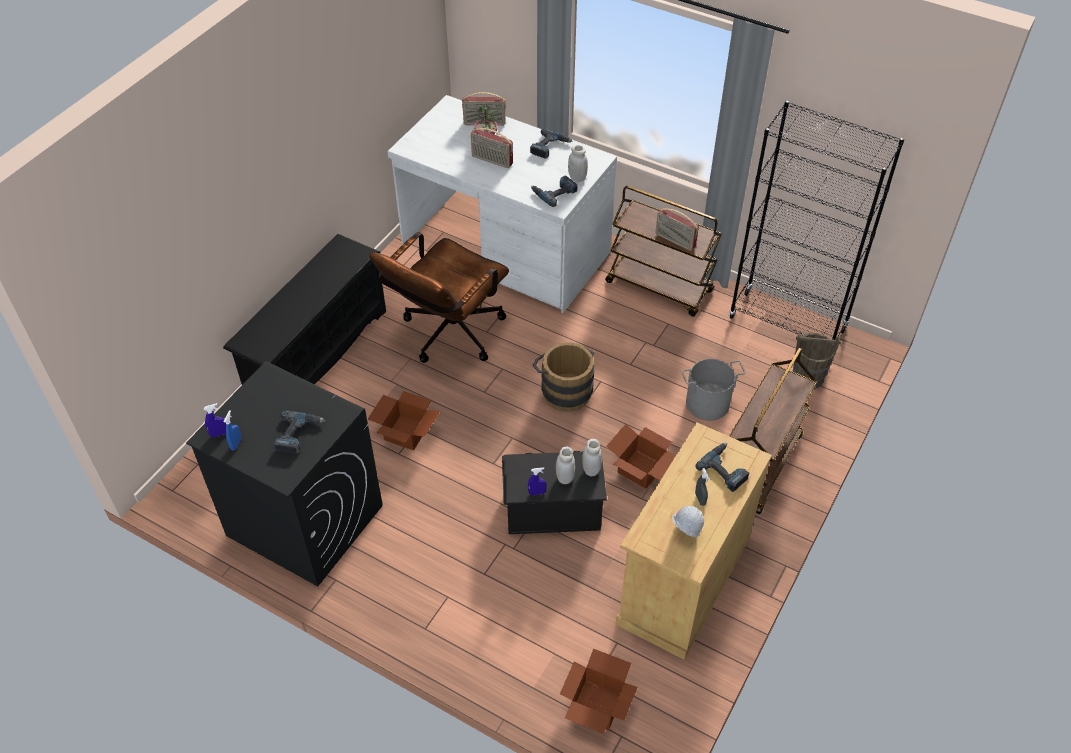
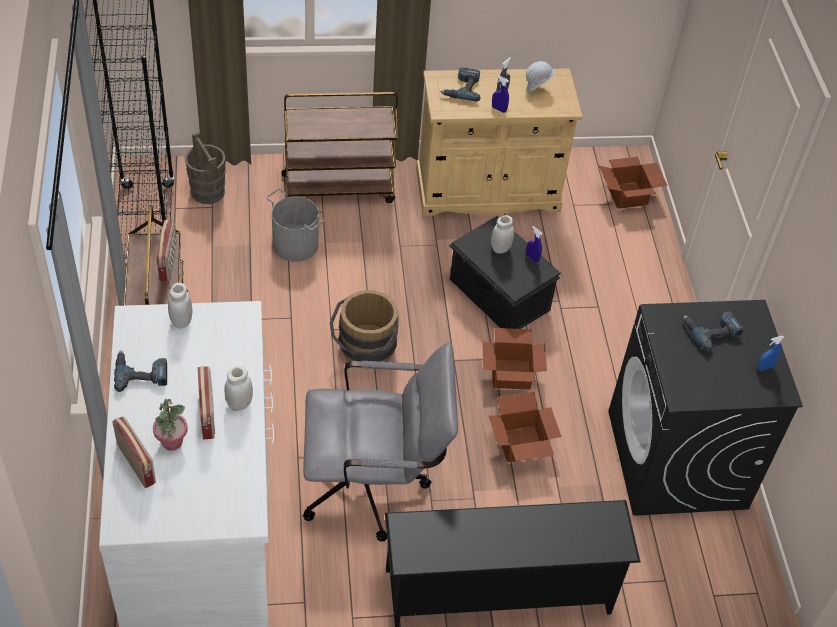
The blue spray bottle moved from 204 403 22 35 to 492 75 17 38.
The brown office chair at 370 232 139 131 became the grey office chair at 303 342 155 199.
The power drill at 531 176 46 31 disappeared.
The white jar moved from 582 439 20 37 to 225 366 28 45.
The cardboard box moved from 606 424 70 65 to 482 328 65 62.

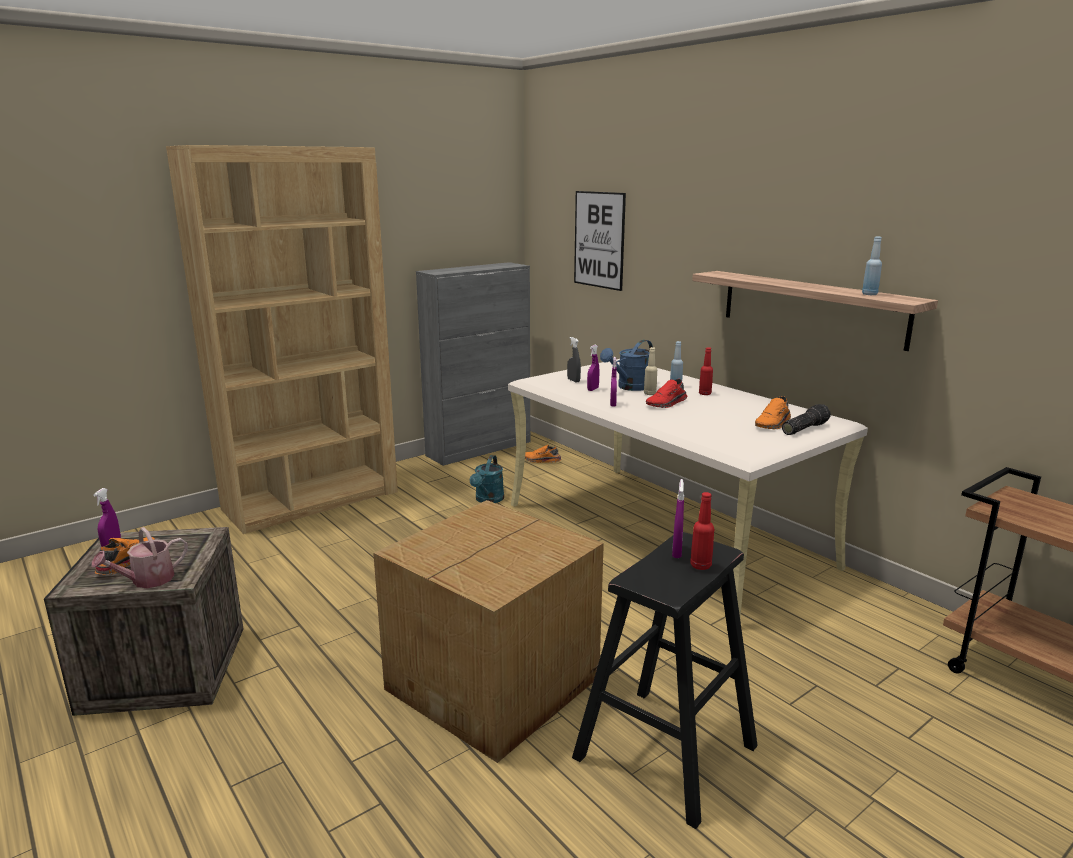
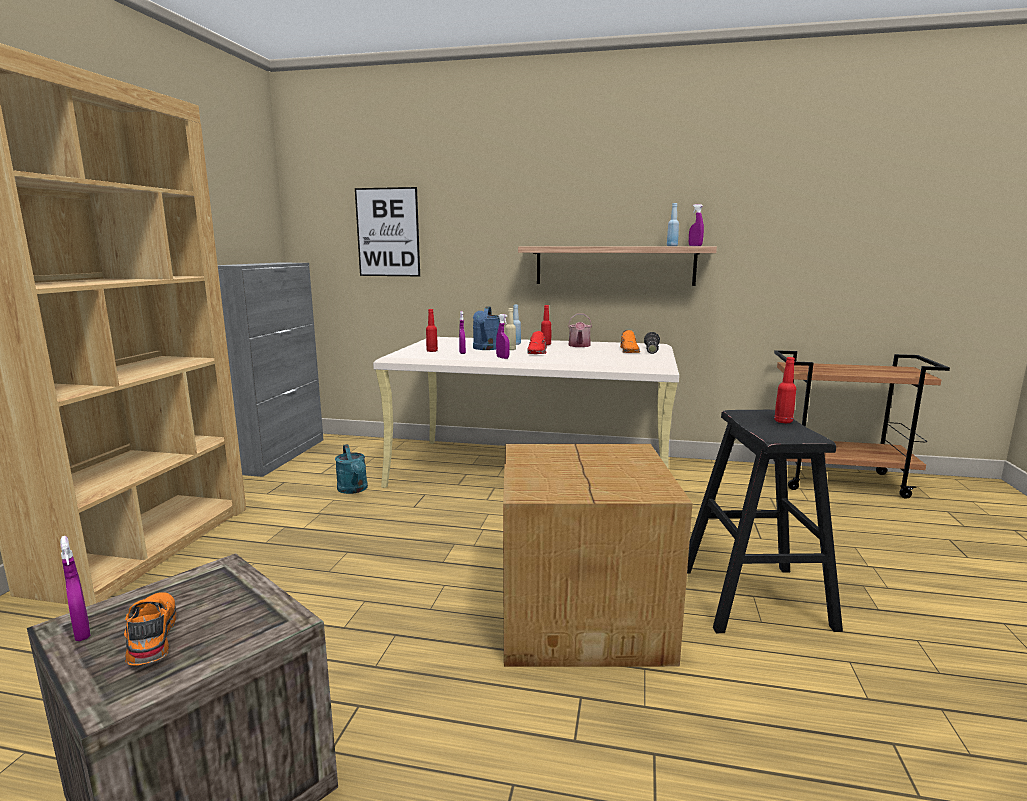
The watering can moved from 91 527 97 61 to 568 314 24 33.
The orange shoe at 525 445 37 18 disappeared.
The grey spray bottle at 567 337 14 46 was replaced by the red bottle at 426 309 12 43.
The purple spray bottle moved from 672 479 12 79 to 689 204 15 42.

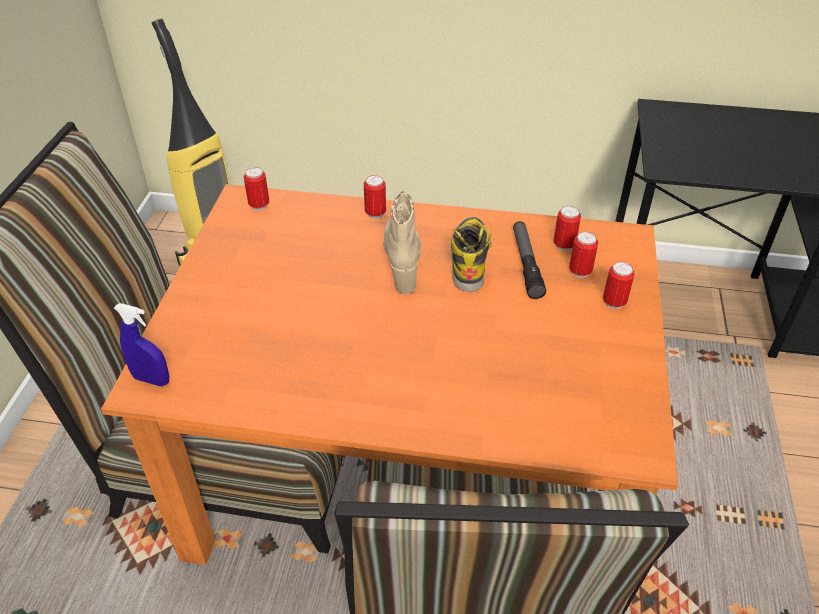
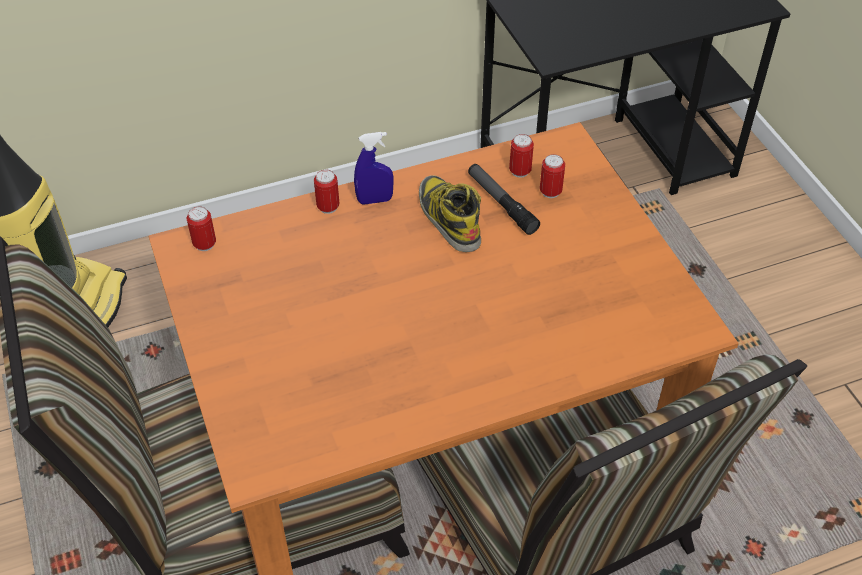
The blue spray bottle moved from 114 303 55 83 to 354 132 40 73.
The beige boot at 383 191 38 104 disappeared.
The can at 603 262 32 47 disappeared.

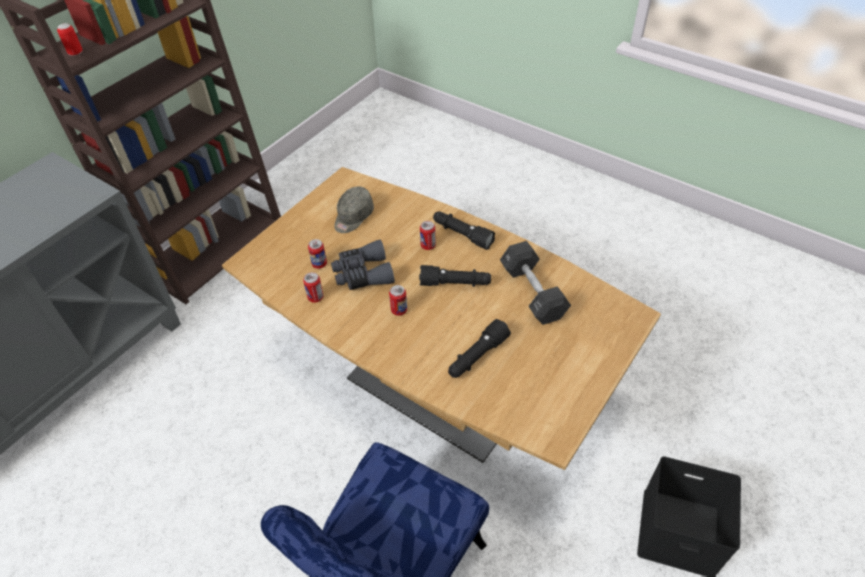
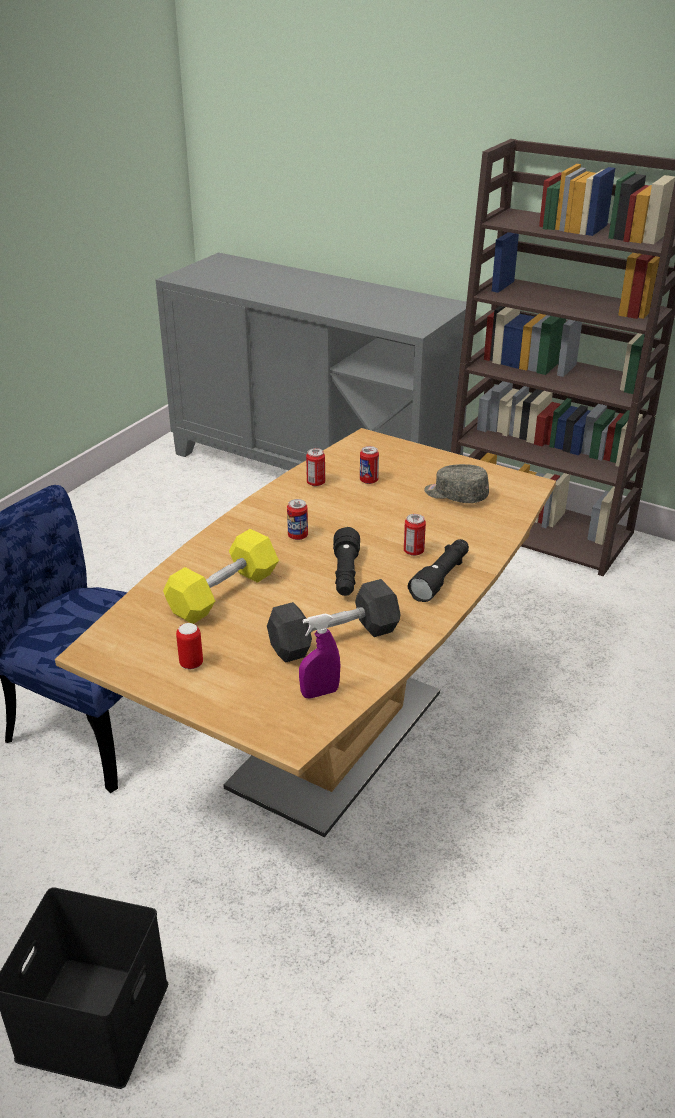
The can moved from 57 23 26 33 to 176 623 27 46.
The grey binoculars at 331 240 64 50 disappeared.
The black flashlight at 448 319 63 59 was replaced by the yellow dumbbell at 163 529 116 95.
The purple spray bottle at 299 613 41 86 appeared.

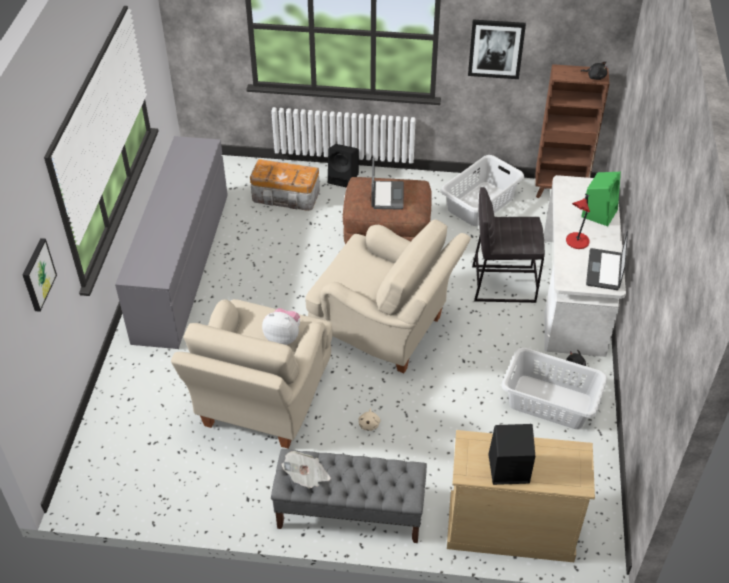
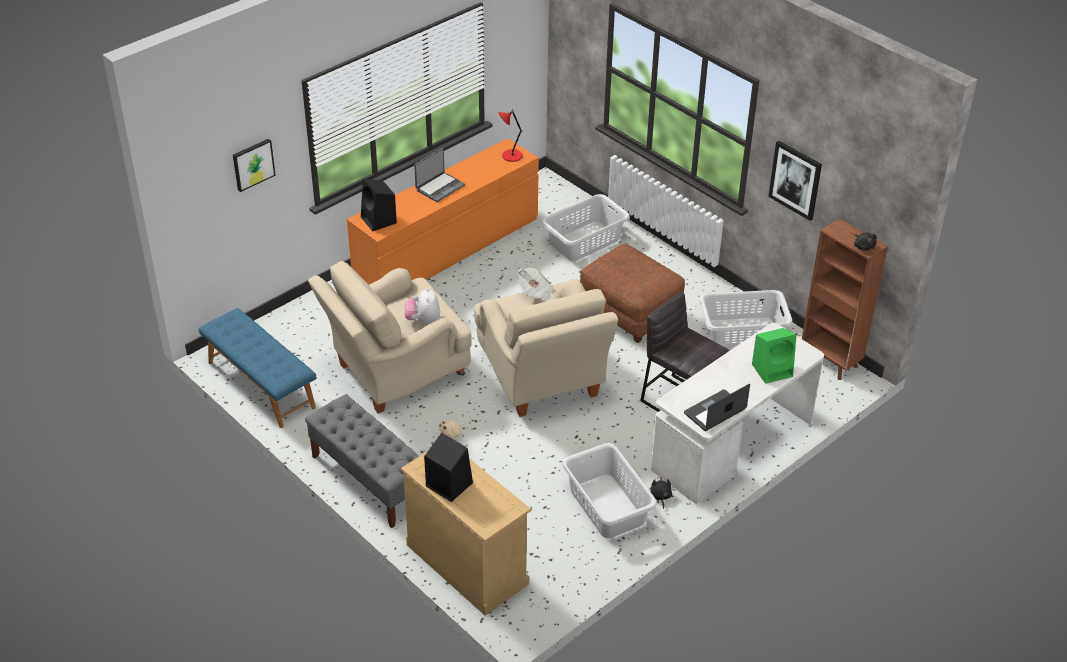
The grey dresser at 115 136 113 213 became the orange dresser at 347 138 192 147.
The storage box at 250 159 70 52 was replaced by the grey laundry basket at 541 194 89 67.
The plush toy at 262 308 38 37 turned 150 degrees counterclockwise.
The newspaper moved from 282 451 49 37 to 518 268 35 33.
The black speaker moved from 328 144 31 44 to 361 179 36 52.
The laptop moved from 371 158 33 52 to 414 148 51 54.
The red table lamp moved from 566 194 24 55 to 498 110 25 52.
The blue bench at 199 308 117 120 appeared.

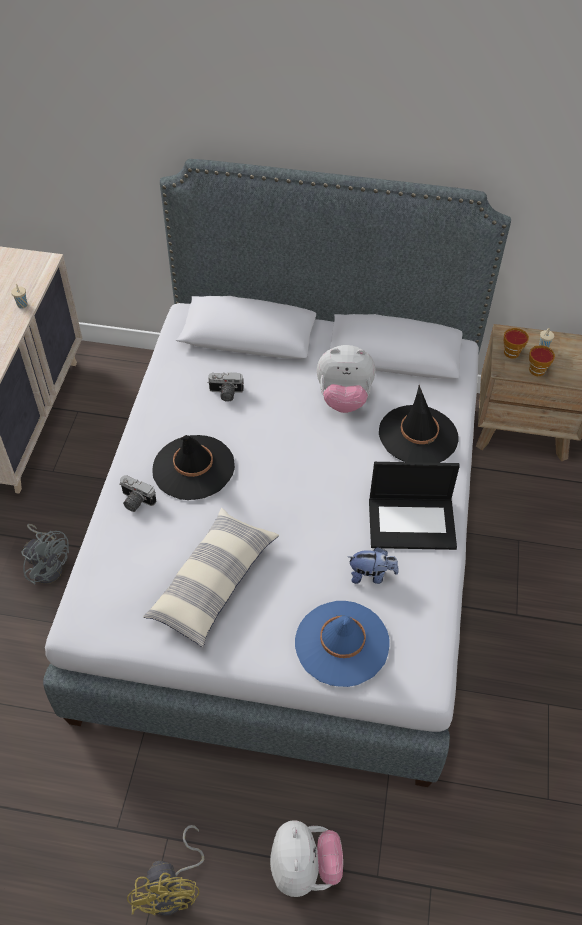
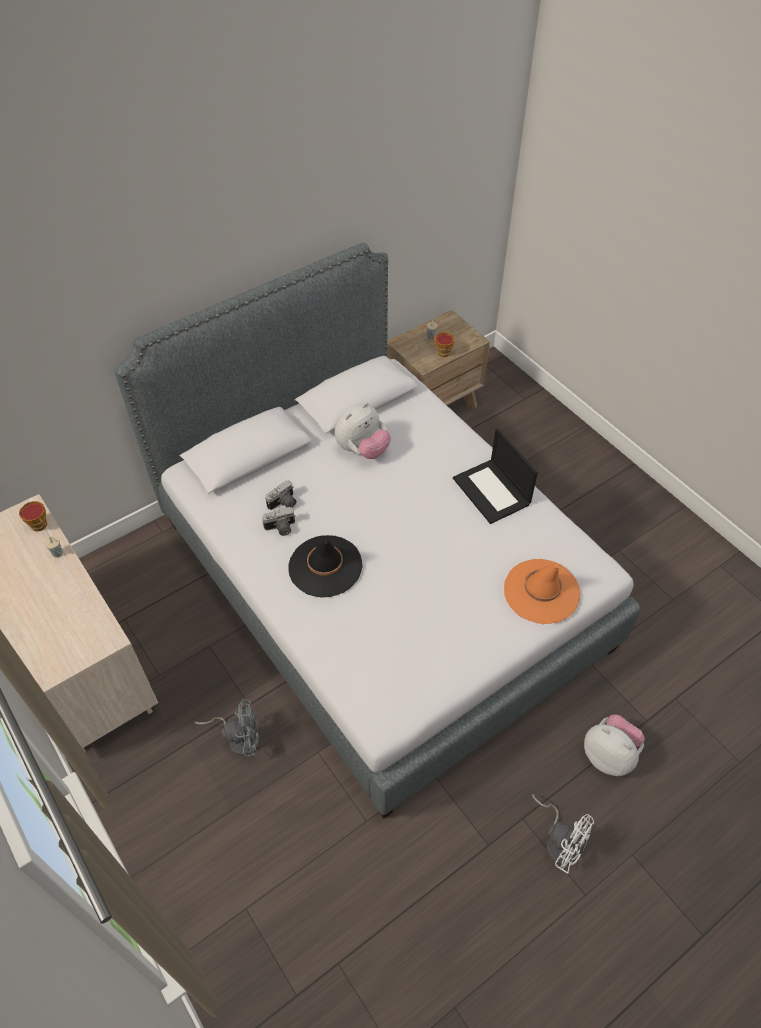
The photo camera moved from 119 475 37 37 to 262 507 33 29.
The yellow fan at 127 825 77 91 became the white fan at 532 794 62 80.
The pillow at 143 508 136 139 disappeared.
The blue hat at 295 601 94 86 became the orange hat at 504 559 76 65.
The plush toy at 348 547 51 37 disappeared.
The laptop at 369 462 91 88 turned 105 degrees clockwise.
The black hat at 379 385 80 78 disappeared.
The cup moved from 504 328 25 31 to 19 501 28 30.

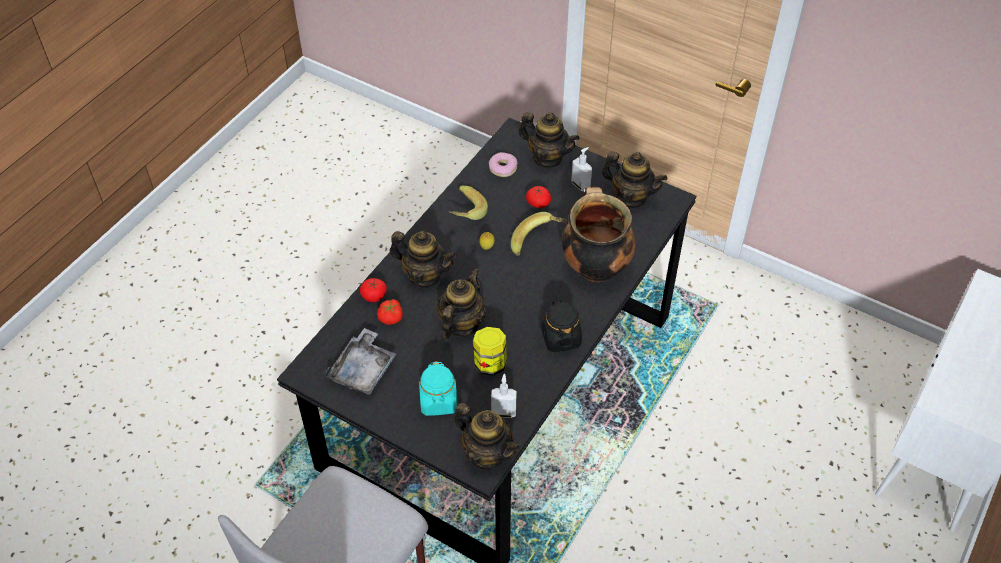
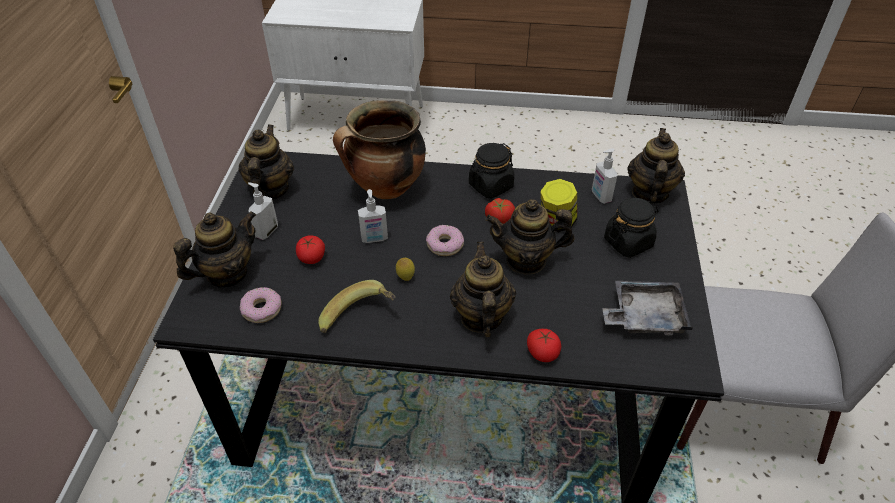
The tomato moved from 377 299 26 26 to 485 198 30 26.
The turquoise jar at 419 362 39 54 became the black jar at 604 198 54 60.
The banana at 511 212 56 44 was replaced by the soap dispenser at 358 189 30 54.
The teapot at 518 112 61 56 turned 45 degrees clockwise.
The donut at 426 225 38 31 appeared.

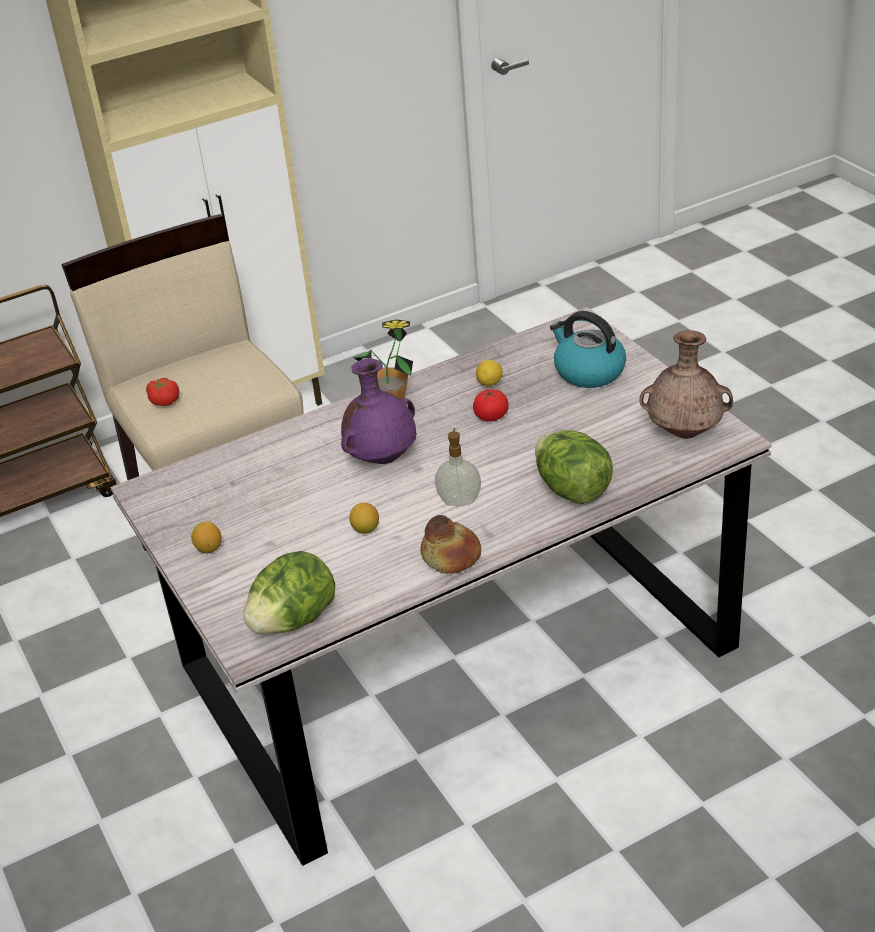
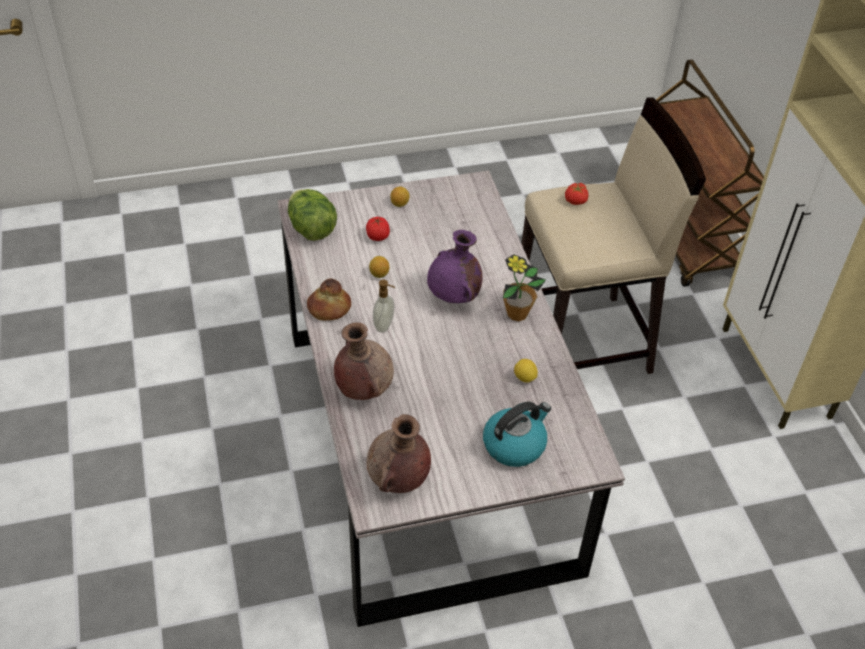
The tomato moved from 473 389 36 33 to 366 216 24 25.
The lettuce at 535 430 78 74 was replaced by the brown vase at 334 322 60 78.

